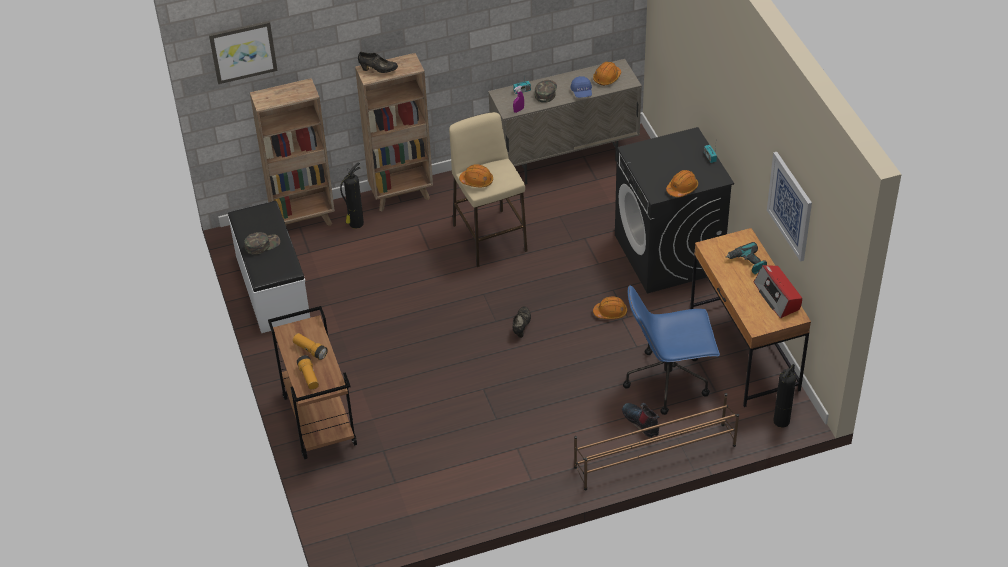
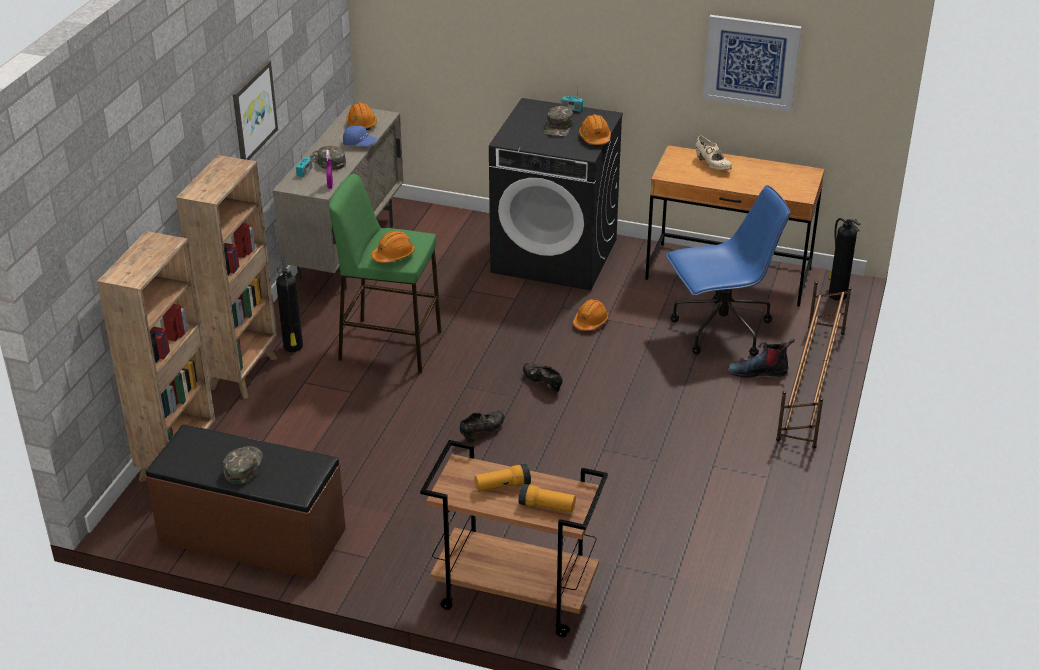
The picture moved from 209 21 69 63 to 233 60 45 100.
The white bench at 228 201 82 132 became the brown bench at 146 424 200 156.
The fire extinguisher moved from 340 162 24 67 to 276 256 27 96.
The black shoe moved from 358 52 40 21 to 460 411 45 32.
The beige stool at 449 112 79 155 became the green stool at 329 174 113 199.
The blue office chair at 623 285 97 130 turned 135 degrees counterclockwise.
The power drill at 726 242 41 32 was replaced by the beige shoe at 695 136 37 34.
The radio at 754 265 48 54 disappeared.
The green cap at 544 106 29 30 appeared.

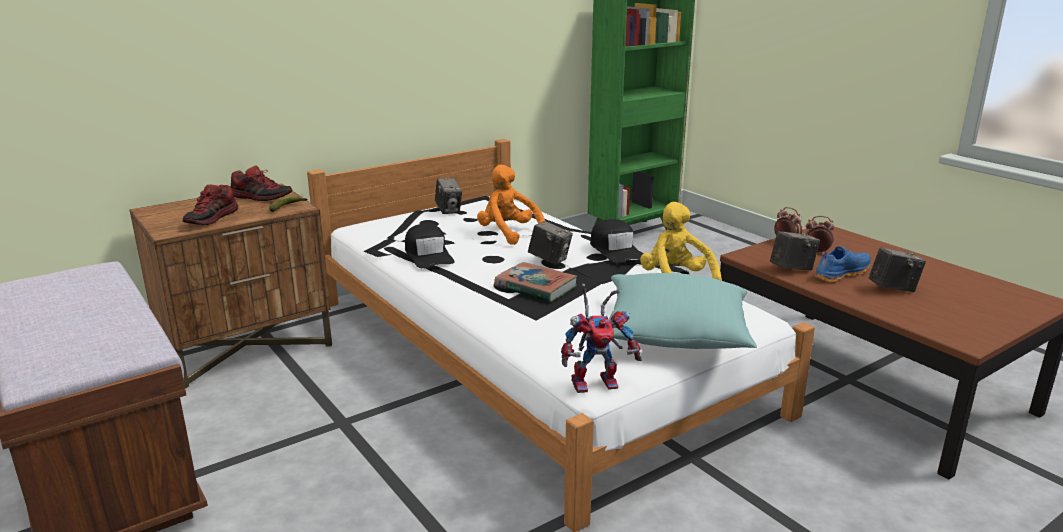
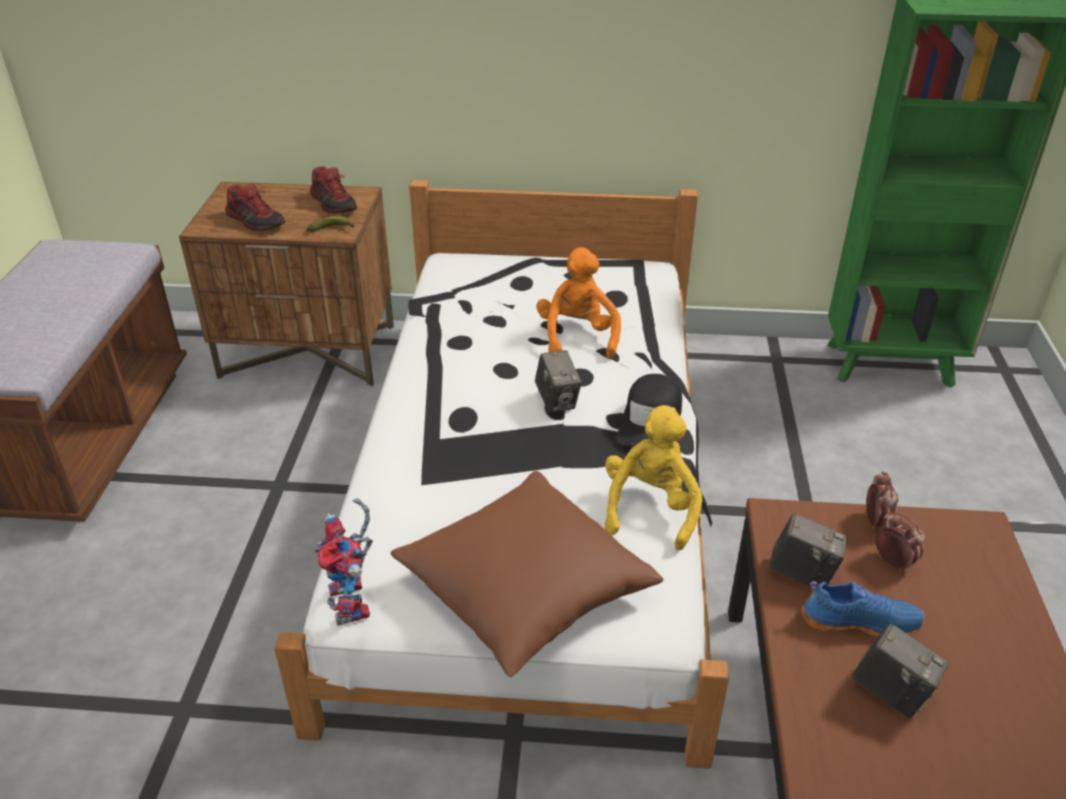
The shoe at 183 185 55 40 turned 105 degrees counterclockwise.
The black cap at 405 224 49 44 disappeared.
The photo camera at 435 178 27 36 disappeared.
The book at 494 262 84 41 disappeared.
The toy robot at 561 284 81 109 turned 45 degrees clockwise.
The turquoise pillow at 609 273 148 76 became the brown pillow at 391 471 272 206.

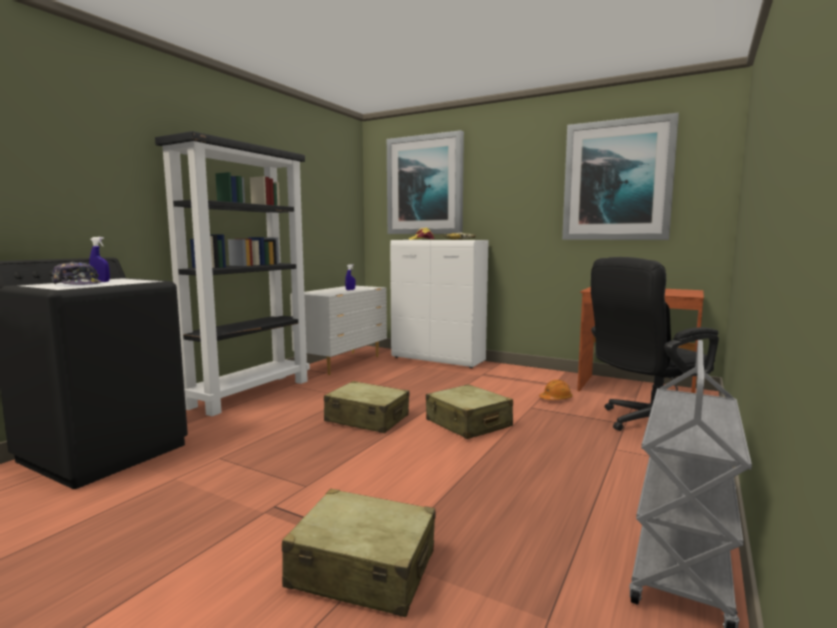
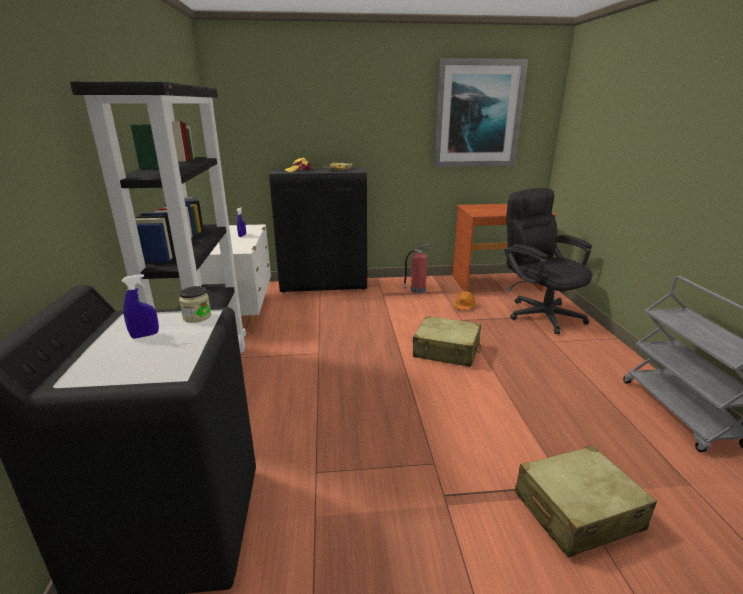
The cap at 51 261 50 24 disappeared.
The beige suitcase at 324 381 85 52 disappeared.
The picture at 387 130 77 104 disappeared.
The white cabinet at 390 240 99 128 became the black cabinet at 269 168 98 125.
The black office chair at 591 257 128 174 turned 120 degrees clockwise.
The jar at 179 286 32 37 appeared.
The fire extinguisher at 403 244 27 49 appeared.

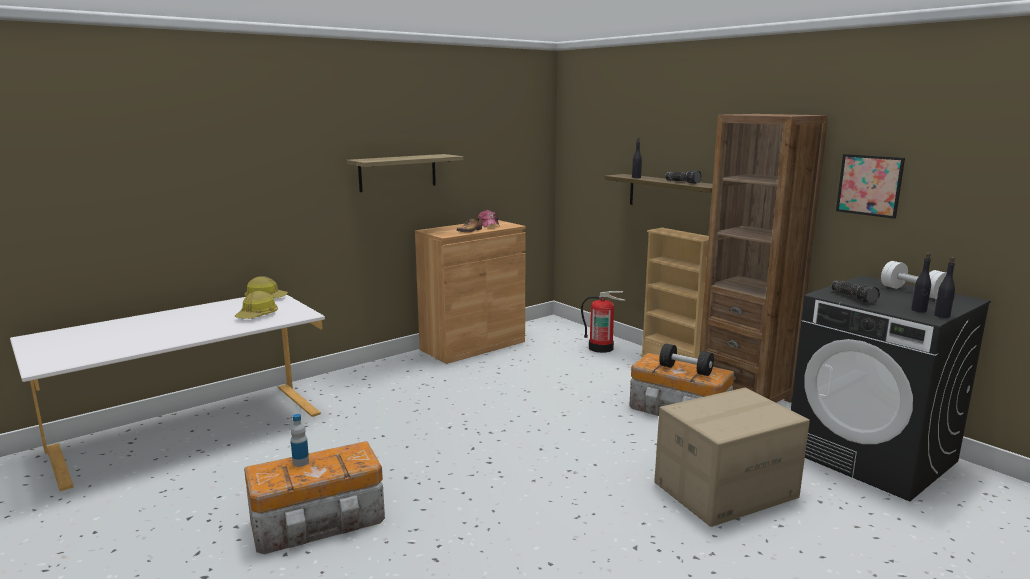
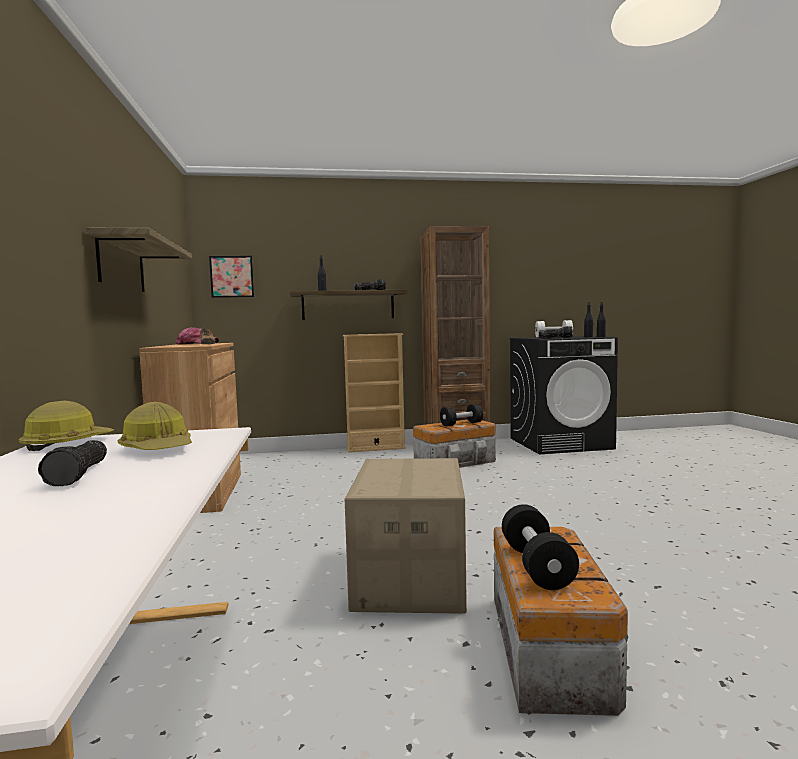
The bottle at 291 414 18 53 was replaced by the black dumbbell at 502 504 77 86.
The fire extinguisher at 581 291 44 62 disappeared.
The cardboard box moved from 654 388 156 139 to 345 458 122 156.
The picture moved from 836 154 69 65 to 209 256 45 42.
The flashlight at 38 440 69 46 appeared.

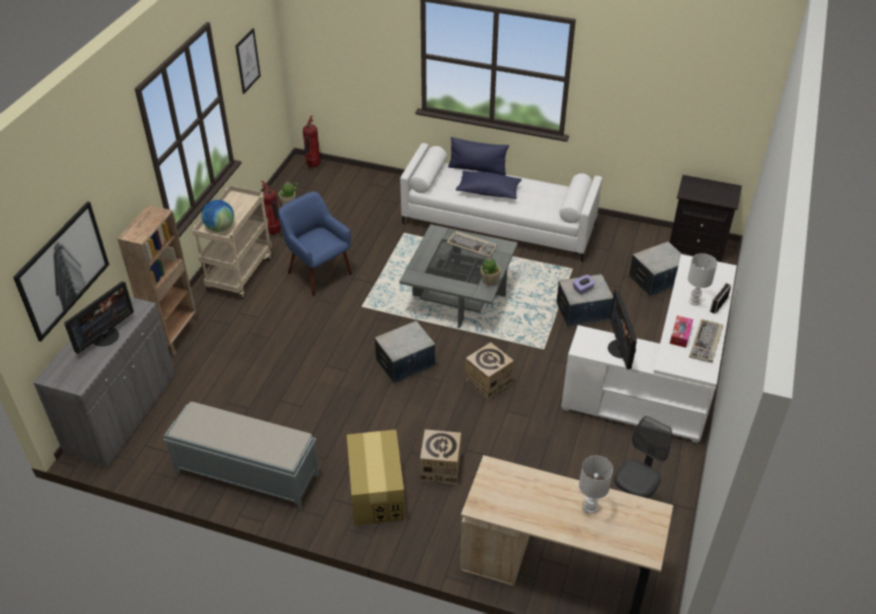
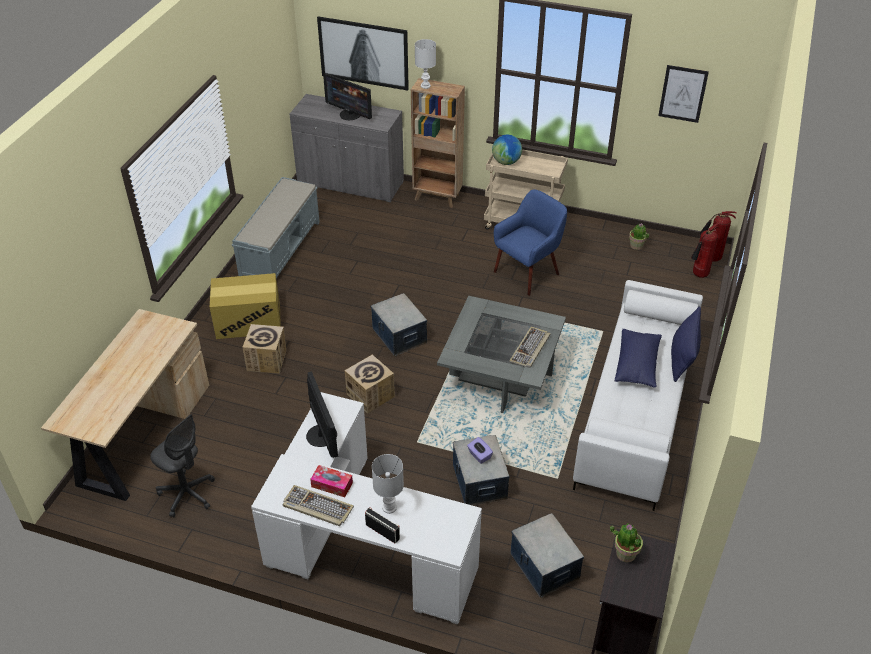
The fire extinguisher moved from 261 180 20 54 to 691 223 29 55.
The potted plant moved from 481 257 19 29 to 610 523 33 39.
The white table lamp moved from 579 456 34 58 to 415 39 21 50.
The monitor at 608 291 29 78 turned 75 degrees clockwise.

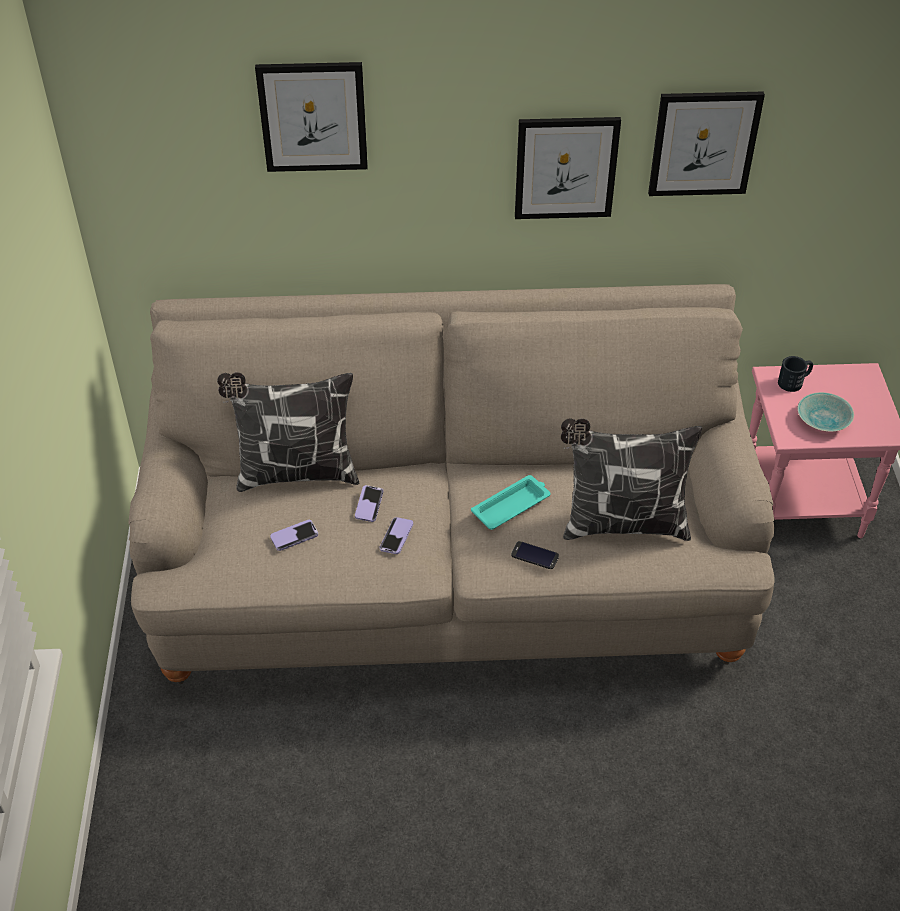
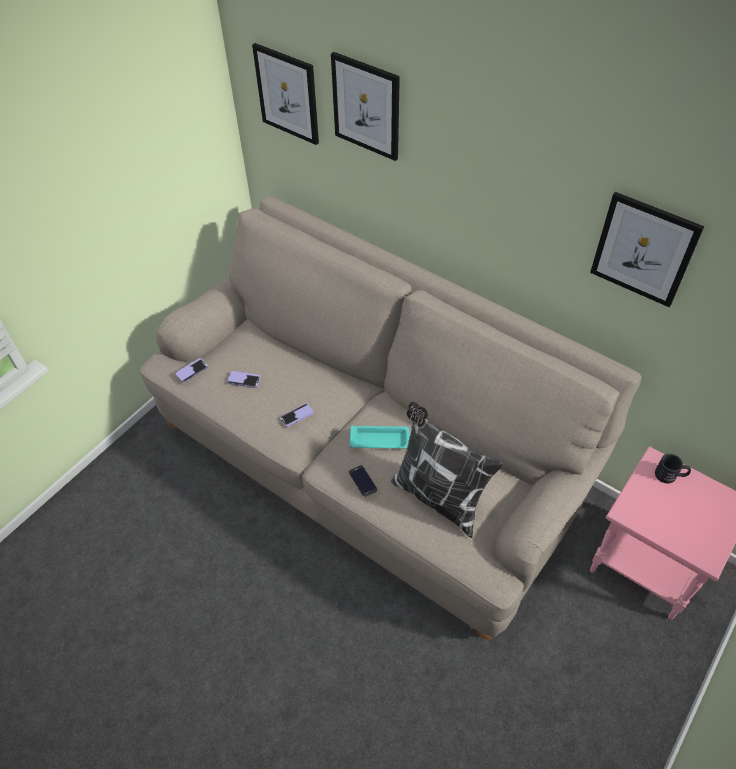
The pillow at 217 372 142 120 disappeared.
The phone moved from 355 485 28 37 to 176 358 32 25.
The picture moved from 515 117 106 102 to 252 43 67 102.
The turquoise bowl at 797 392 57 40 disappeared.

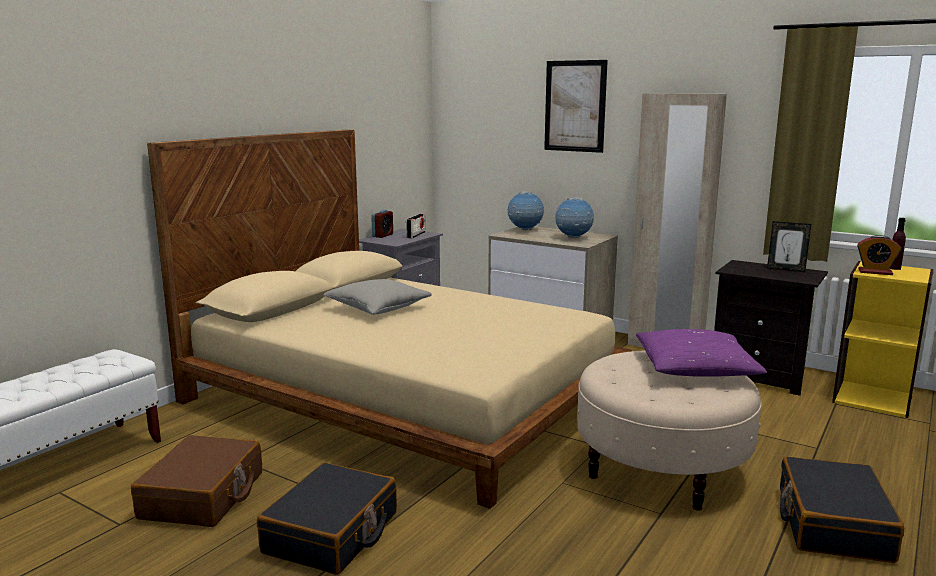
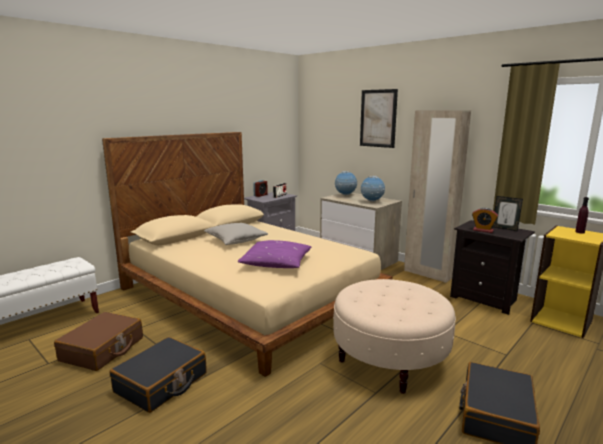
The purple pillow moved from 636 329 131 48 to 238 240 73 28.
The alarm clock moved from 857 235 45 40 to 472 208 26 25.

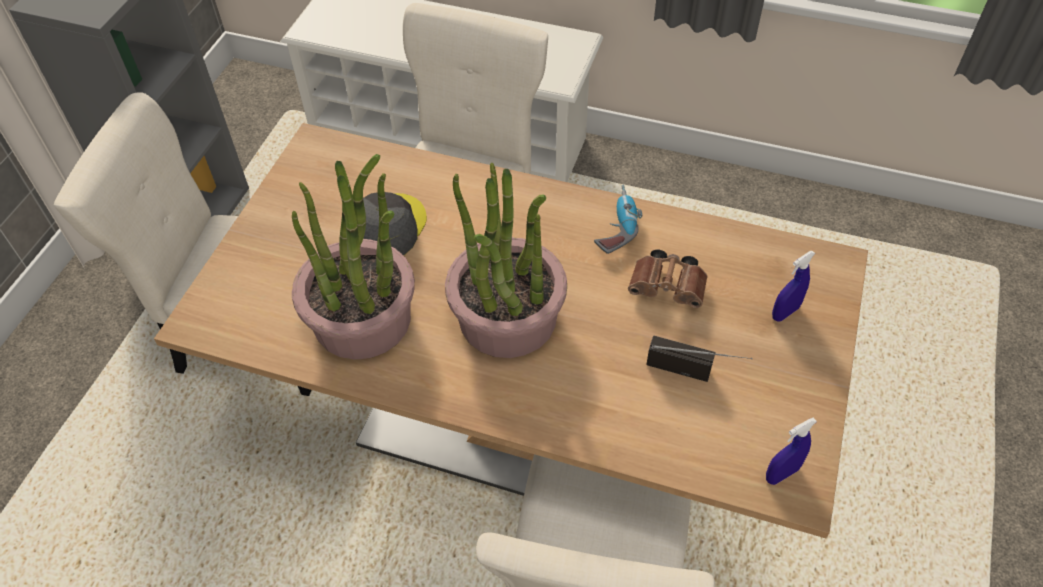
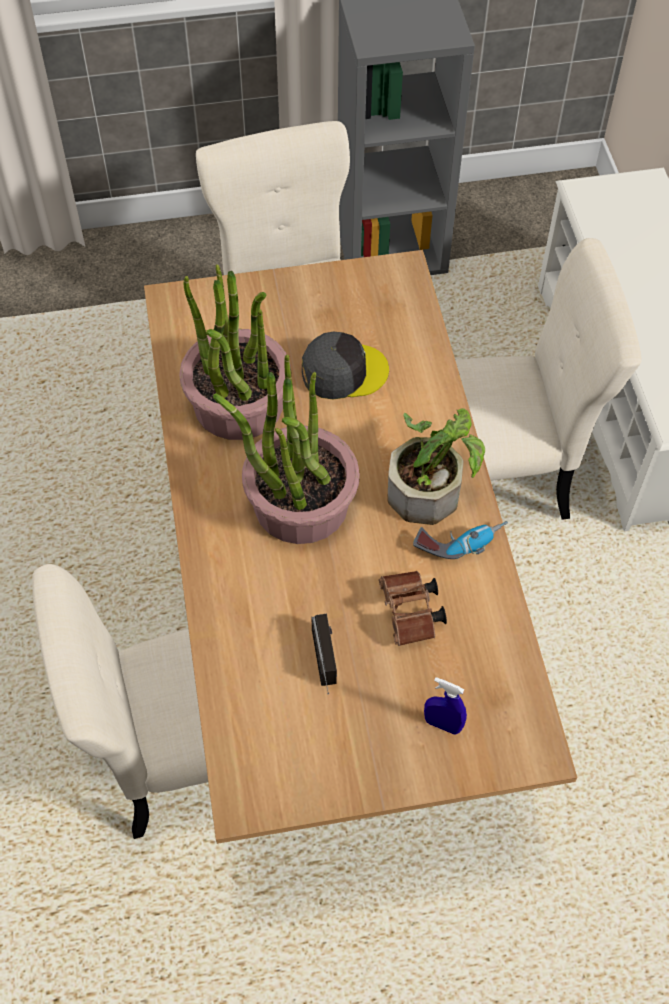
The blue spray bottle at 766 418 51 67 disappeared.
The potted plant at 388 408 97 117 appeared.

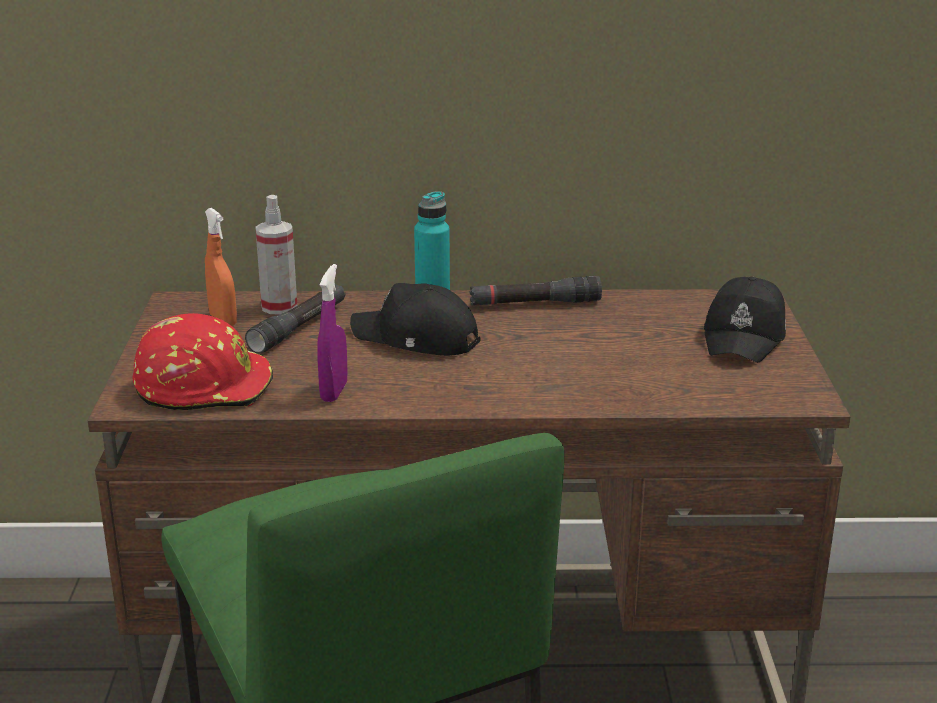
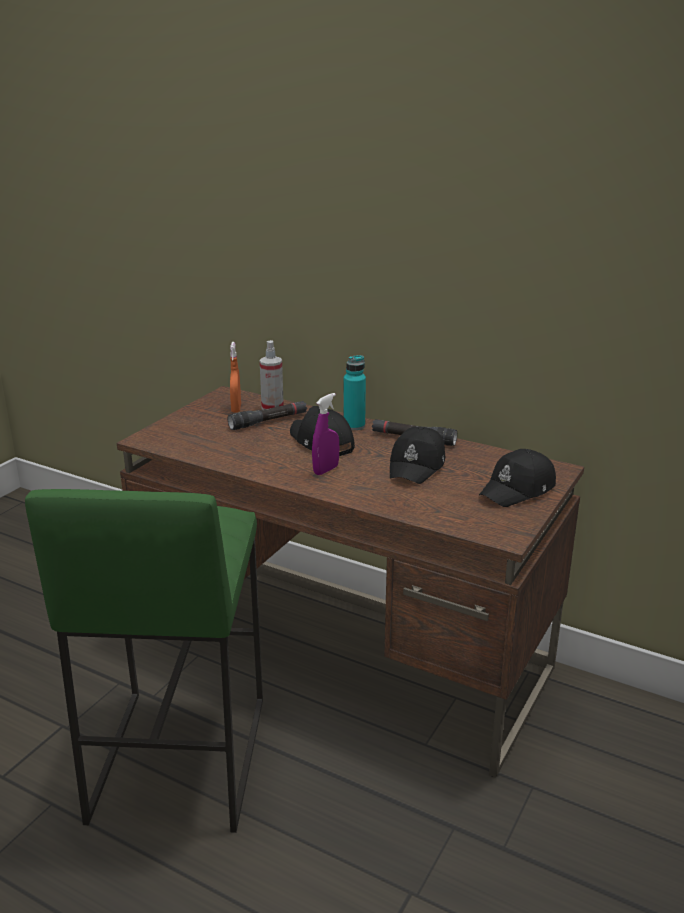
The red hard hat at 132 313 141 97 disappeared.
The purple spray bottle moved from 317 264 30 138 to 312 393 27 82.
The black cap at 390 426 55 58 appeared.

